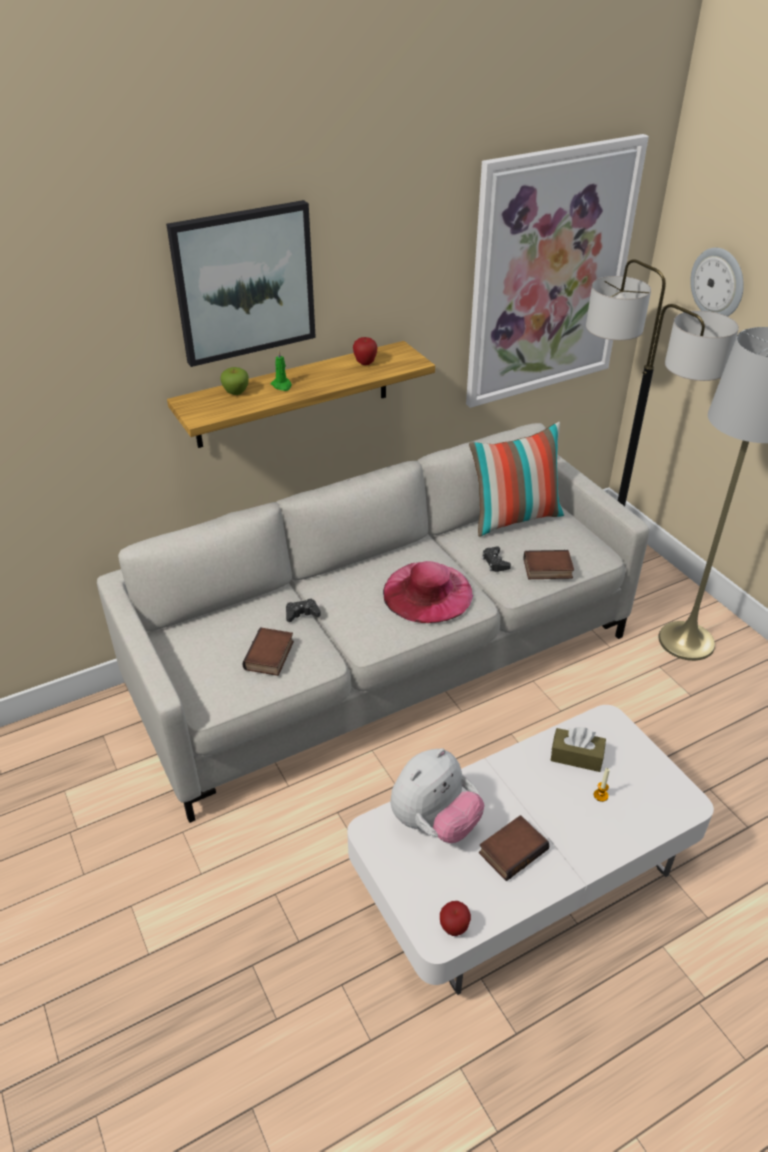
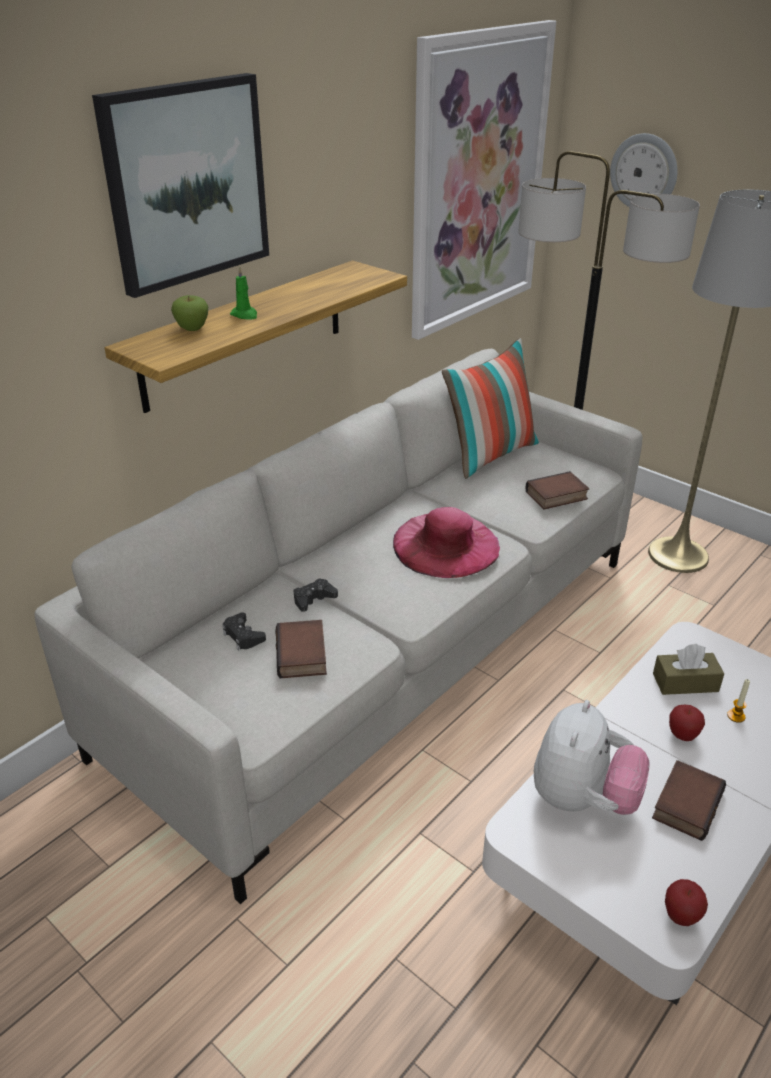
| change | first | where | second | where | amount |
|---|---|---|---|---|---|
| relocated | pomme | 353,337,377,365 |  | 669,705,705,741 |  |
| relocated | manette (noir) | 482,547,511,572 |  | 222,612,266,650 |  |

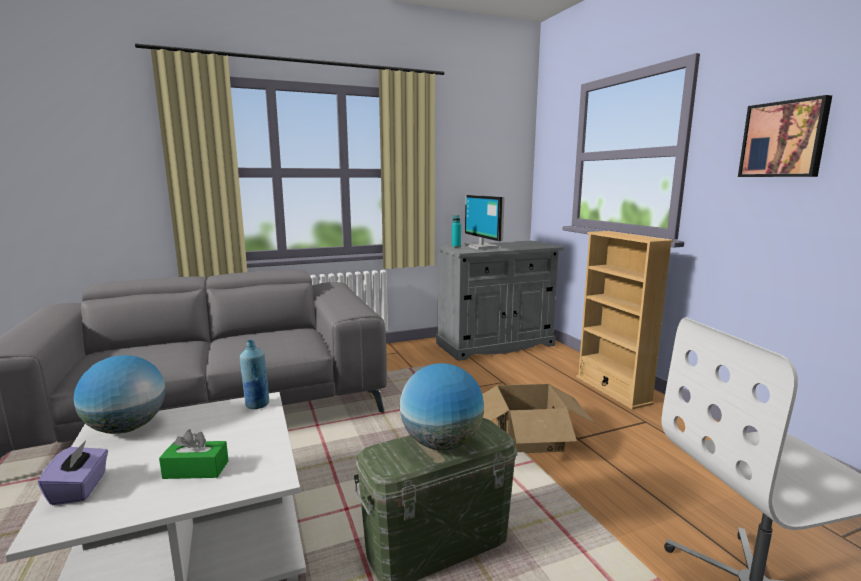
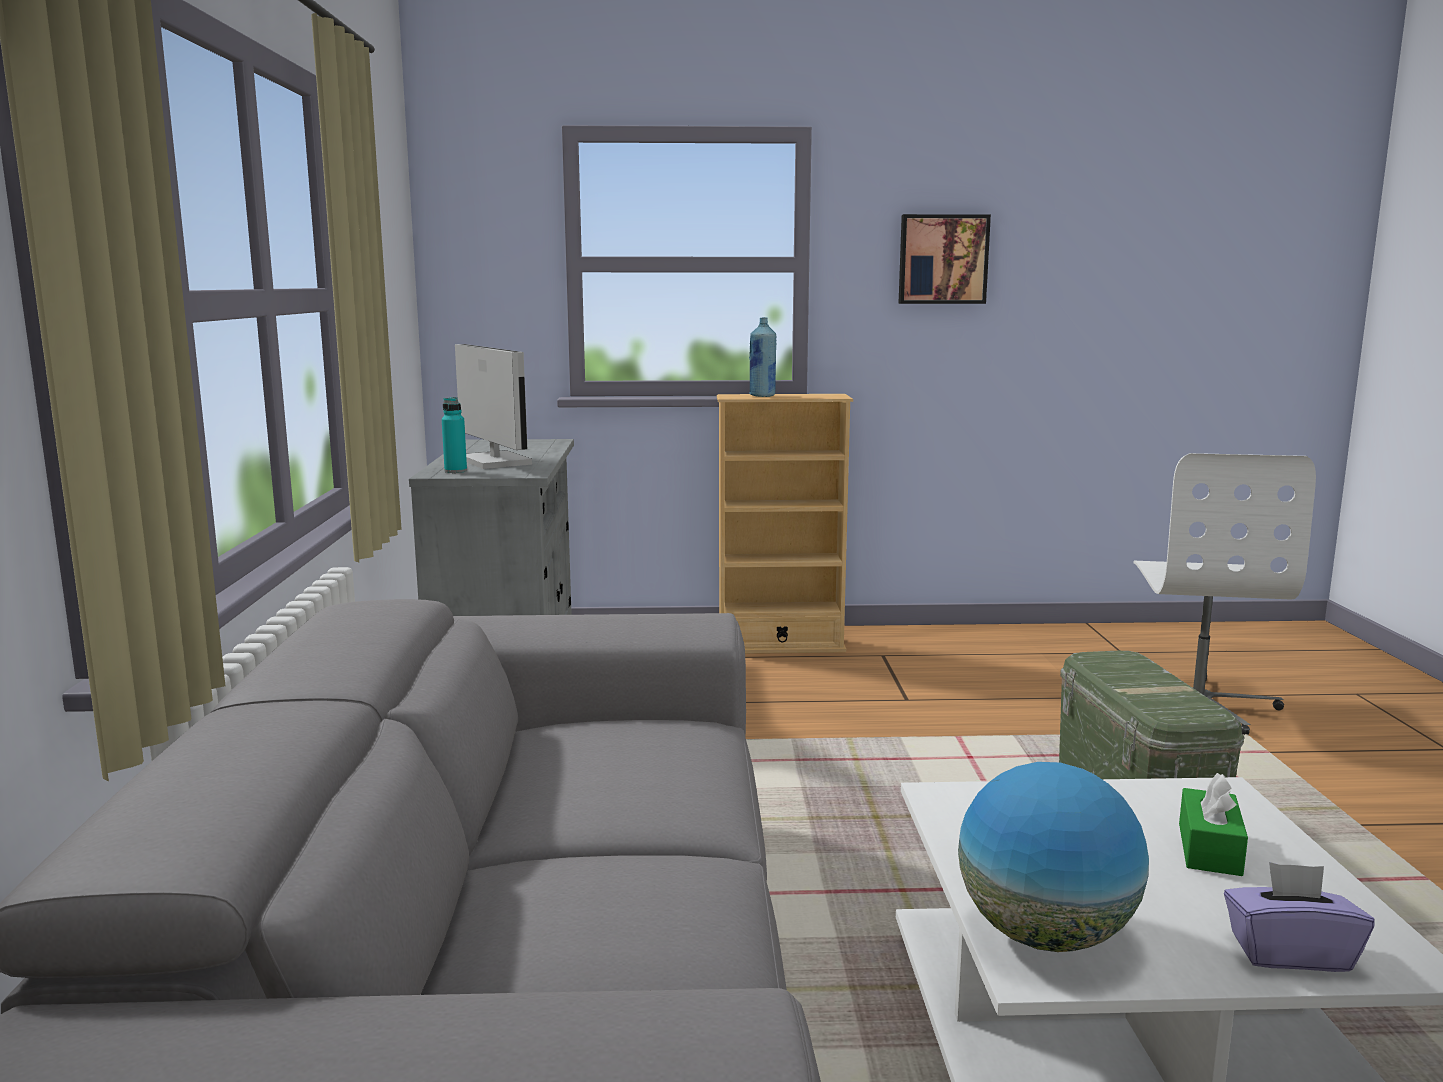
| change | first | where | second | where | amount |
|---|---|---|---|---|---|
| spun | écran d'ordinateur | 465,195,505,250 |  | 455,344,532,469 | 120 degrees counterclockwise |
| relocated | bouteille (bleu) | 240,340,269,409 |  | 749,317,776,397 |  |
| missing | globe | 400,363,484,450 |  |  |  |
| missing | carton | 482,384,594,453 |  |  |  |

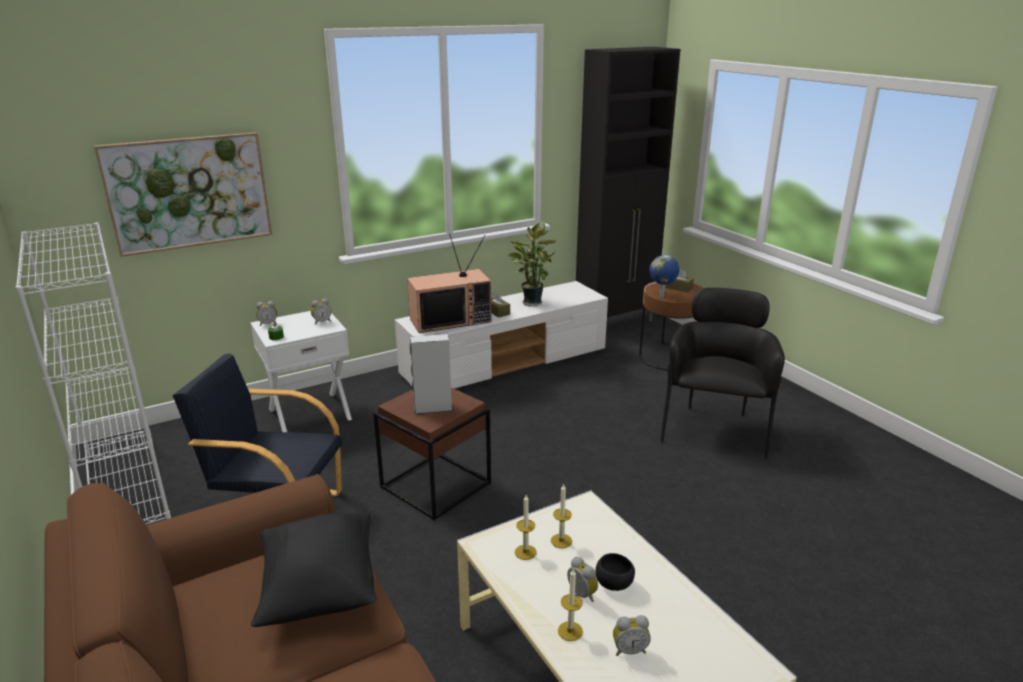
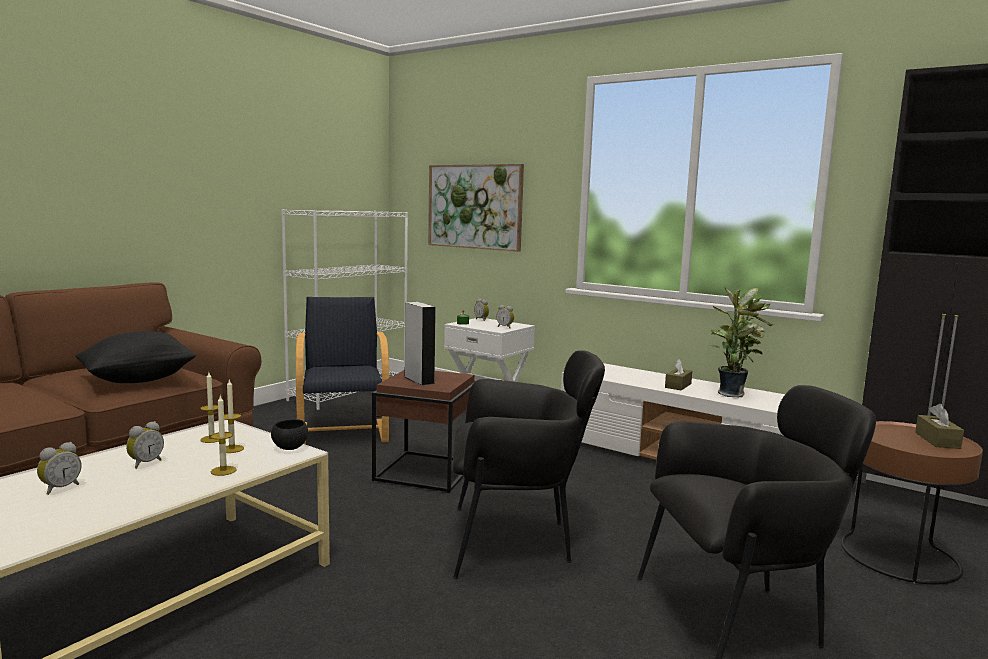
| change | first | where | second | where | amount |
|---|---|---|---|---|---|
| missing | téléviseur | 407,234,492,333 |  |  |  |
| missing | globe | 650,255,679,297 |  |  |  |
| relocated | bol (noir) | 595,553,635,591 |  | 271,419,308,450 |  |
| relocated | bougie | 558,568,583,641 |  | 210,395,237,476 |  |
| spun | réveil | 613,615,651,656 |  | 37,442,82,495 | 120 degrees counterclockwise |
| appeared |  |  | fauteuil (noir) | 453,350,605,579 |  |

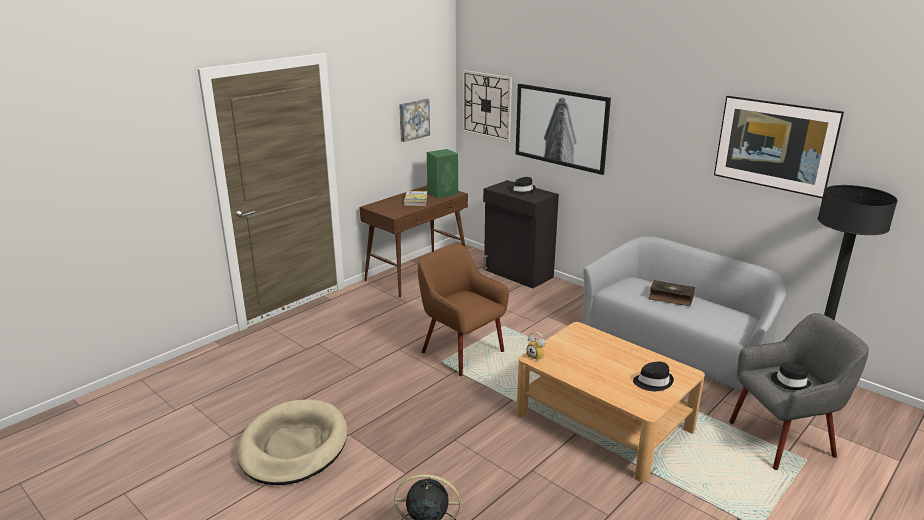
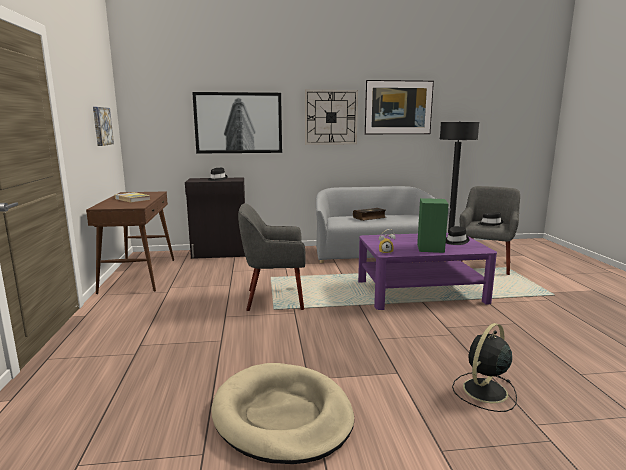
| change | first | where | second | where | amount |
|---|---|---|---|---|---|
| relocated | horloge murale | 462,70,512,142 |  | 305,90,358,145 |  |
| relocated | enceinte (vert) | 427,149,458,199 |  | 417,198,449,253 |  |
| colour | fauteuil (marron) | 418,244,509,376 | fauteuil (gris) | 238,203,305,311 |  |
| colour | table basse (beige) | 516,322,705,482 | table basse (violet) | 358,233,497,310 |  |

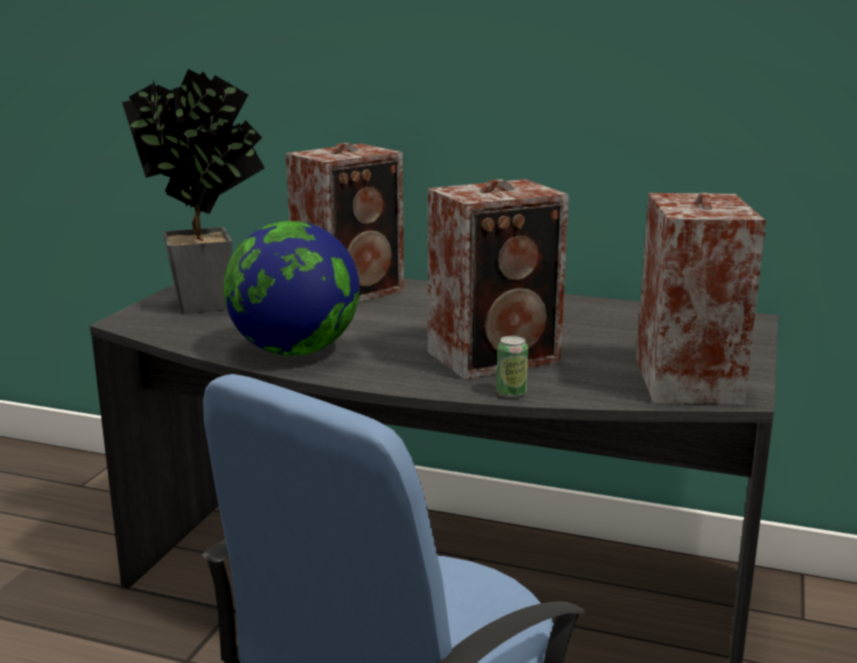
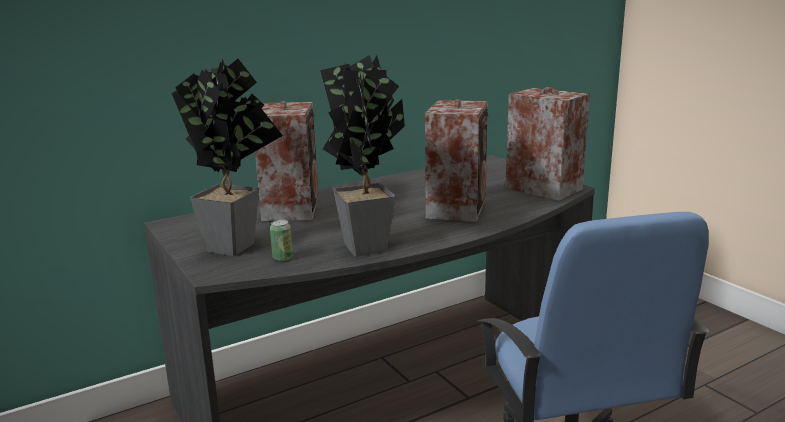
| change | first | where | second | where | amount |
|---|---|---|---|---|---|
| exchanged | globe | 224,221,359,356 | plante en pot | 320,55,405,257 |  |
| relocated | boîte métallique | 496,336,528,398 |  | 270,220,293,261 |  |

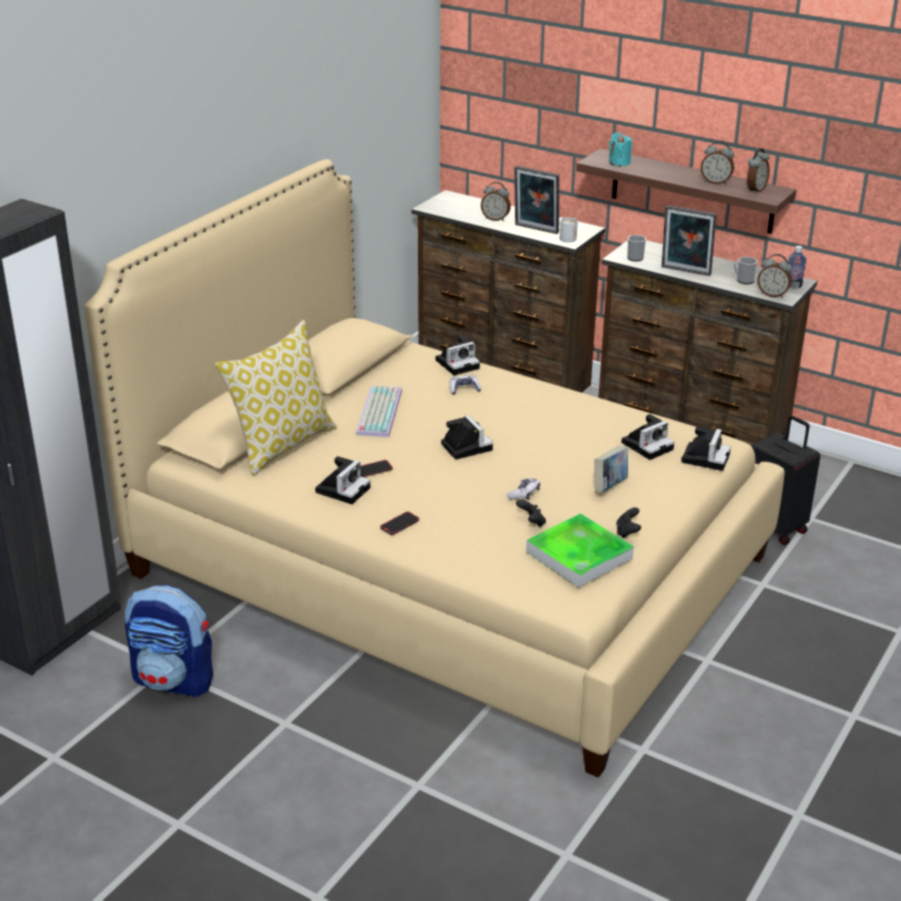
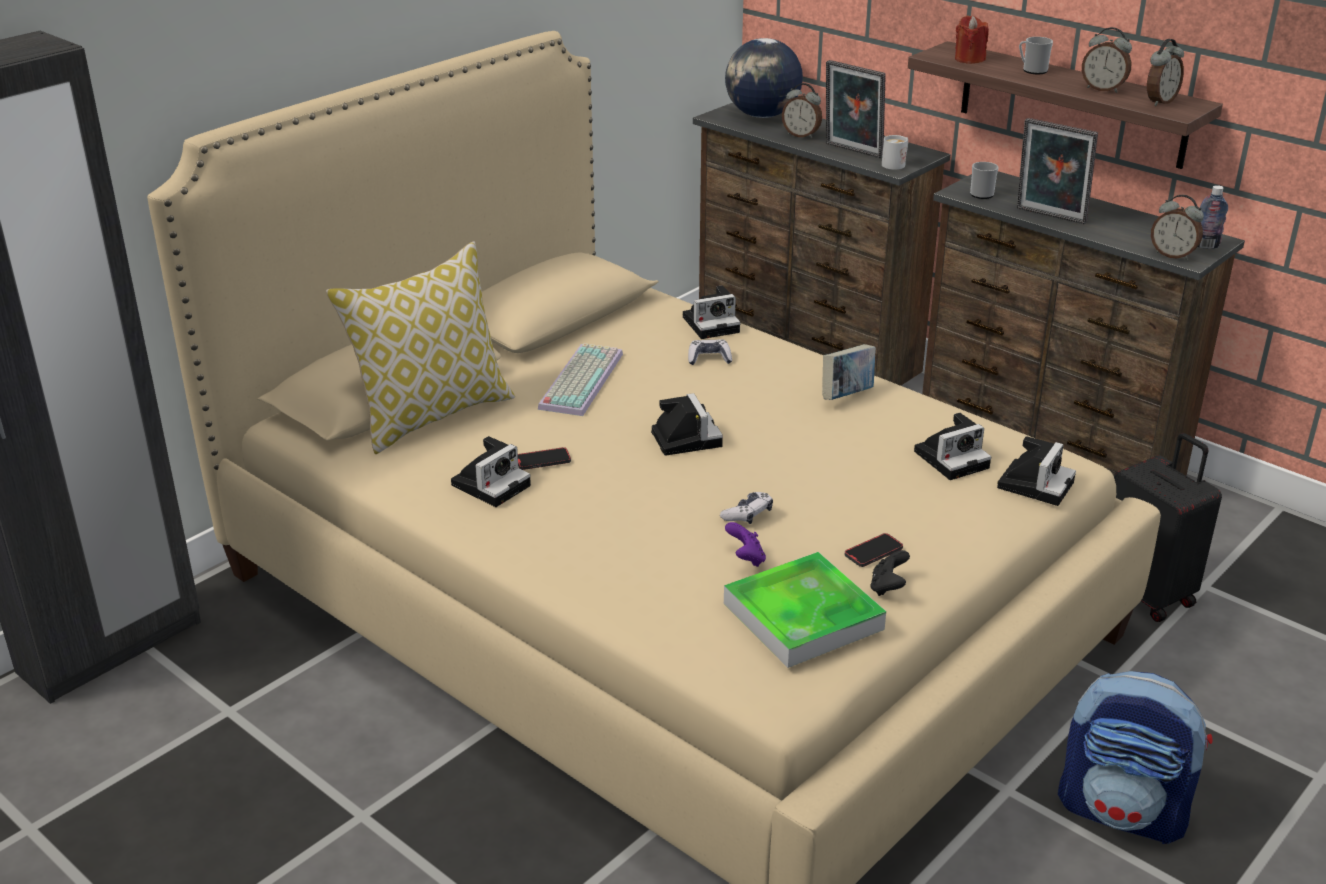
| change | first | where | second | where | amount |
|---|---|---|---|---|---|
| colour | bougie (turquoise) | 609,133,632,167 | bougie (rouge) | 955,16,989,64 |  |
| relocated | mug | 734,257,758,284 |  | 1019,37,1053,74 |  |
| relocated | livre | 594,446,628,492 |  | 822,344,876,400 |  |
| colour | manette (noir) | 516,499,546,527 | manette (violet) | 725,522,766,567 |  |
| relocated | téléphone | 380,511,419,535 |  | 845,533,903,567 |  |
| relocated | sac à dos | 125,585,213,697 |  | 1058,671,1213,844 |  |
| appeared |  |  | globe | 725,38,803,118 |  |

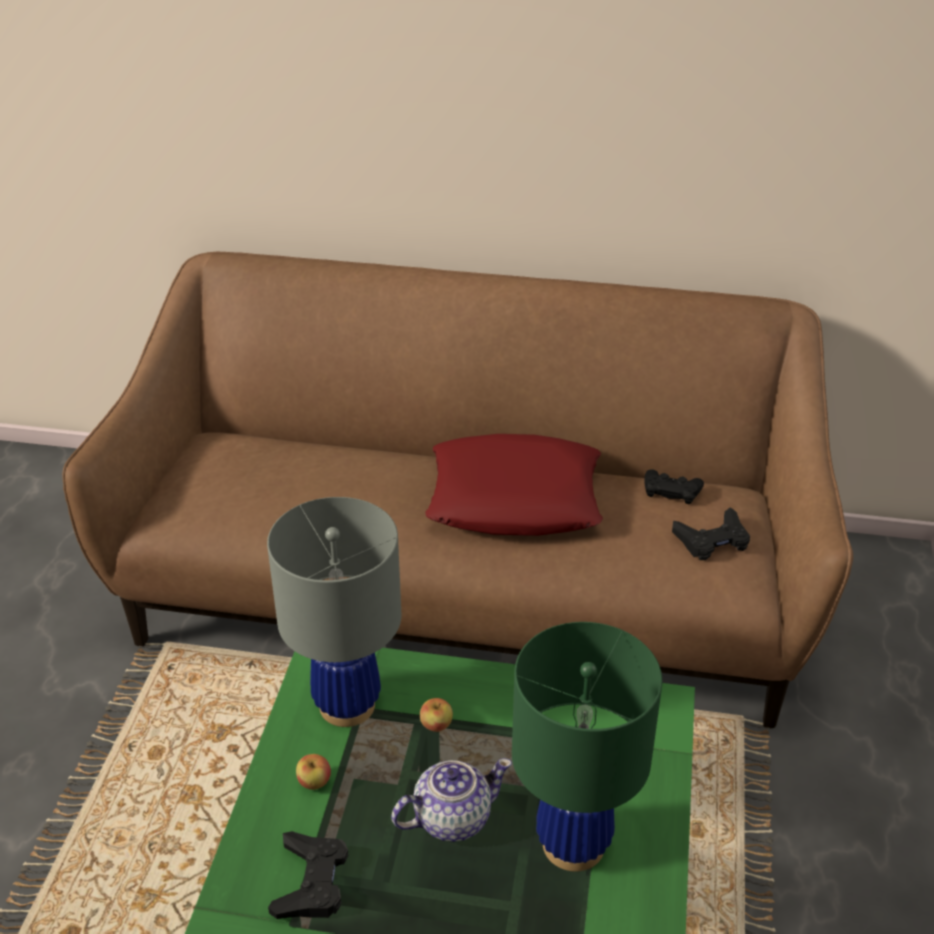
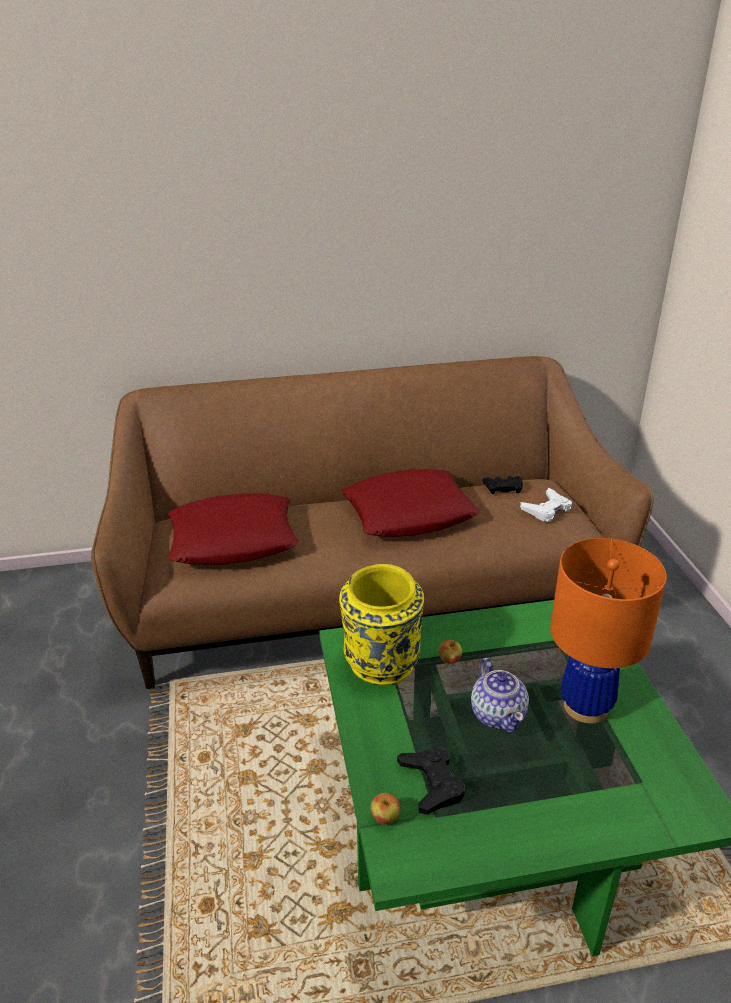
| change | first | where | second | where | amount |
|---|---|---|---|---|---|
| exchanged | lampe de table (gris) | 267,497,401,727 | vase (jaune) | 339,564,424,685 |  |
| colour | manette (noir) | 672,507,750,560 | manette (blanc) | 520,488,572,522 |  |
| colour | lampe de table (vert) | 512,622,662,872 | lampe de table (orange) | 550,538,667,724 |  |
| relocated | pomme | 296,754,331,790 |  | 370,793,400,825 |  |
| spun | théière | 391,758,512,842 |  | 471,658,529,733 | 120 degrees clockwise |
| appeared |  |  | coussin (rouge) | 168,493,299,565 |  |

